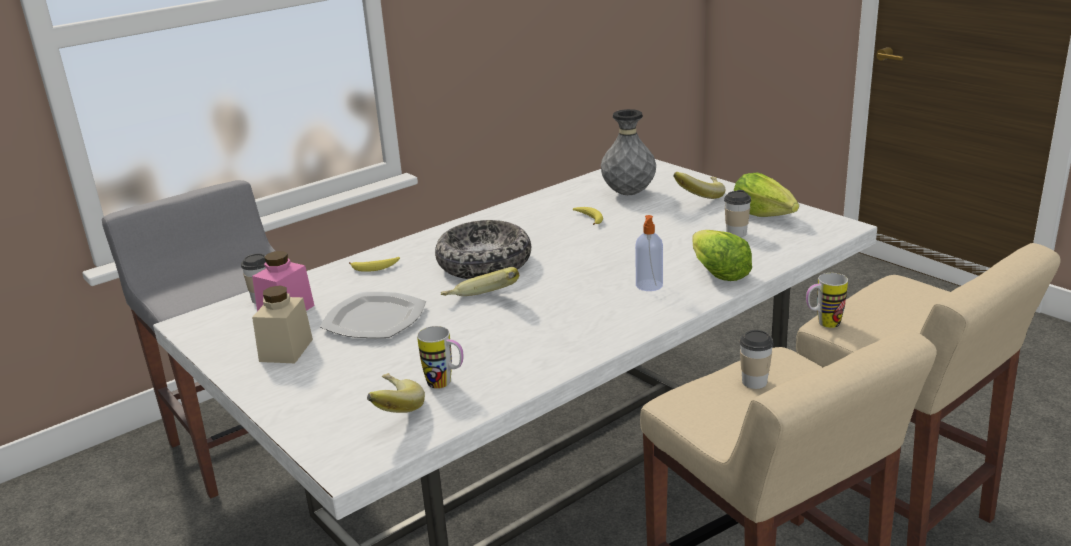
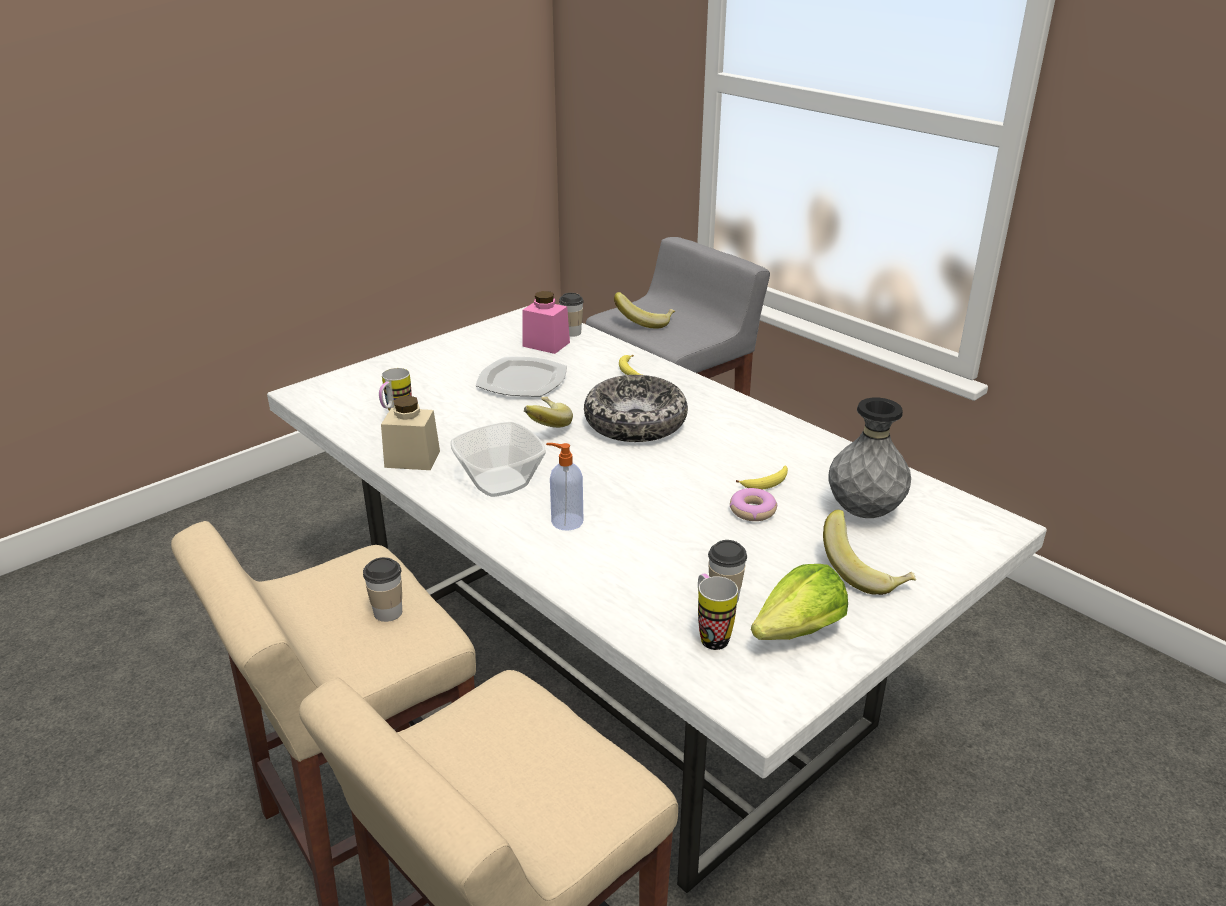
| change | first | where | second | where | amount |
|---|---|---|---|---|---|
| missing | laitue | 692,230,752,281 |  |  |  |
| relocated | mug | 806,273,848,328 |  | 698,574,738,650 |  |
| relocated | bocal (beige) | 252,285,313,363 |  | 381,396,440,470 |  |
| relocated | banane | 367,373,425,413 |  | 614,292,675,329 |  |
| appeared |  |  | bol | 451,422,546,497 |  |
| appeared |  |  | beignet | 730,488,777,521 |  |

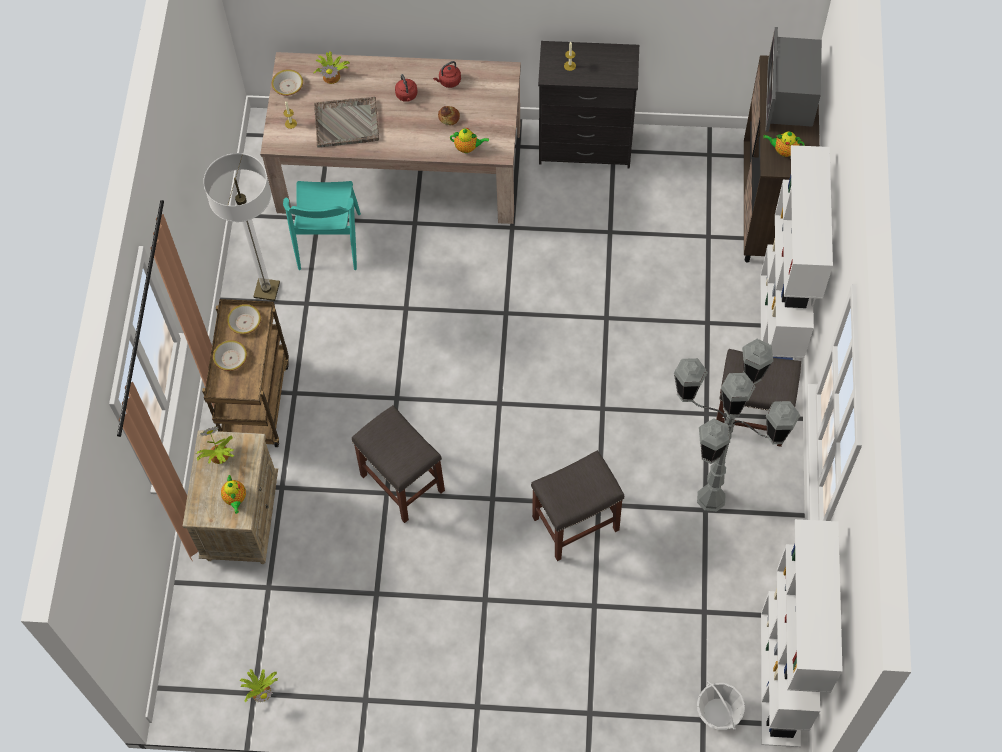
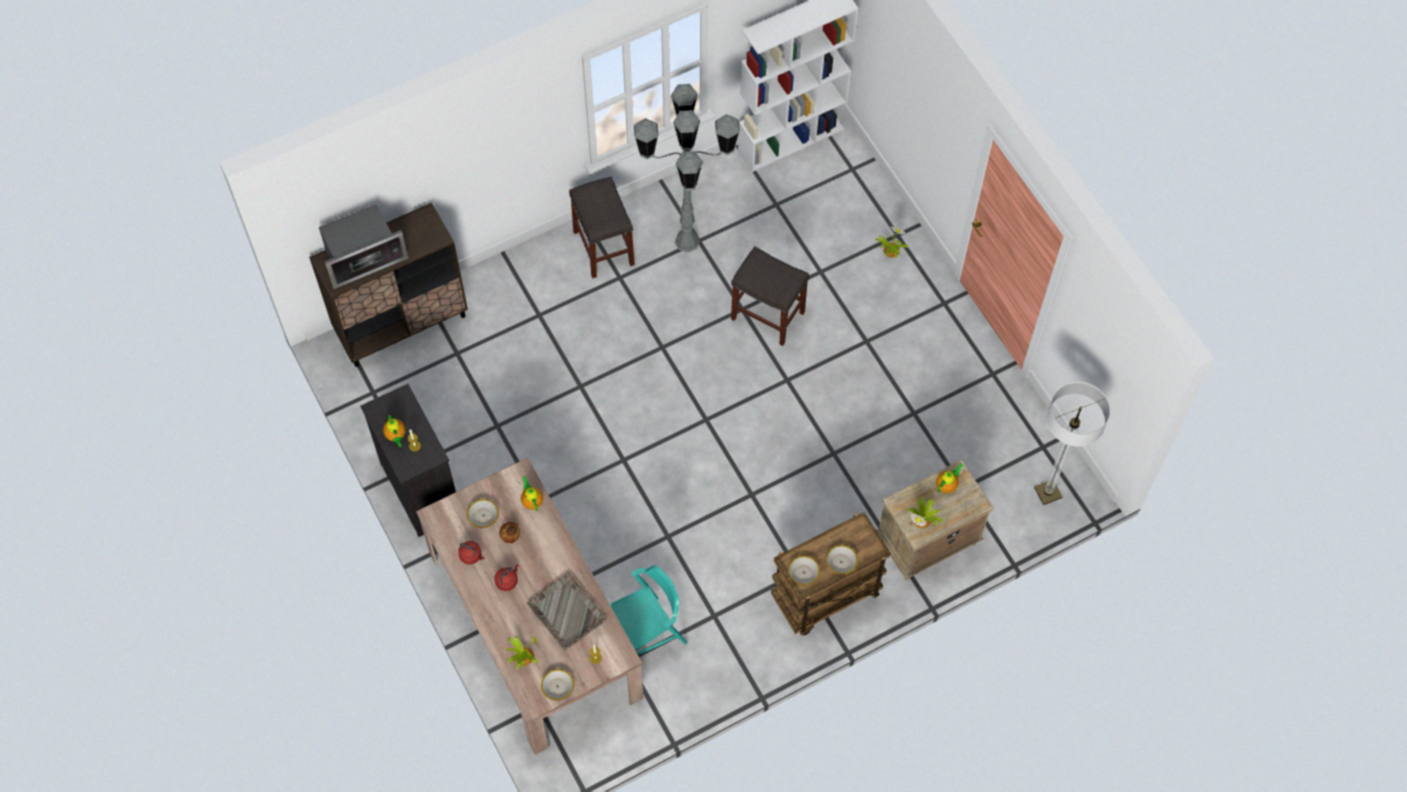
| change | first | where | second | where | amount |
|---|---|---|---|---|---|
| relocated | théière | 763,131,804,157 |  | 383,415,405,447 |  |
| missing | bibliothèque (blanc) | 761,145,833,361 |  |  |  |
| relocated | lampadaire | 203,153,280,301 |  | 1034,382,1110,505 |  |
| missing | tabouret (gris) | 352,405,445,523 |  |  |  |
| relocated | plante en pot | 240,669,278,703 |  | 875,226,908,258 |  |
| missing | panier | 697,681,745,730 |  |  |  |
| appeared |  |  | bol | 467,499,499,528 |  |

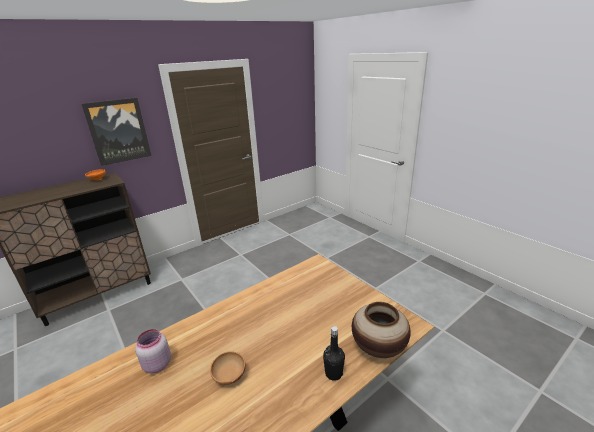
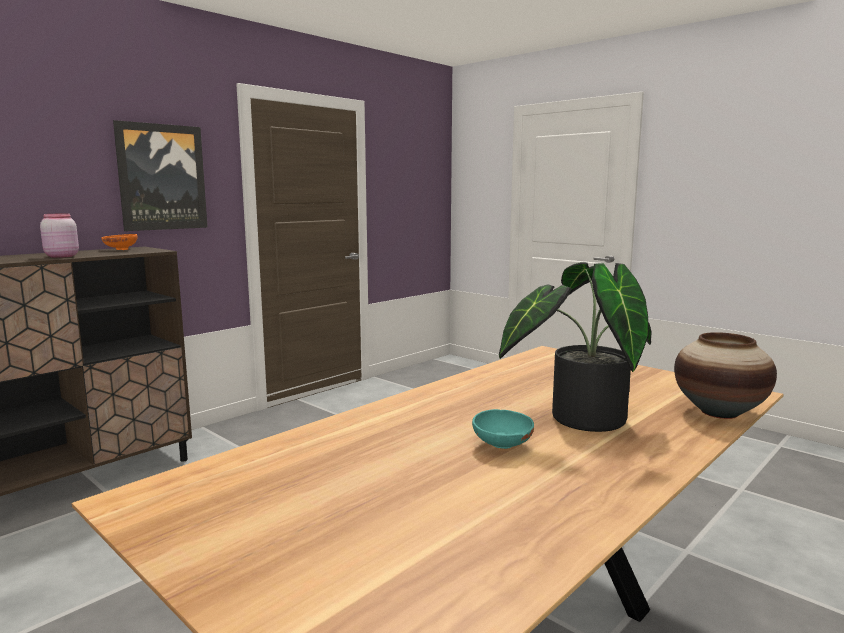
| change | first | where | second | where | amount |
|---|---|---|---|---|---|
| missing | bouteille (noir) | 323,326,345,381 |  |  |  |
| relocated | bocal (rose) | 135,329,171,374 |  | 40,214,79,258 |  |
| colour | bol (marron) | 210,351,246,385 | bol (turquoise) | 472,409,534,449 |  |
| appeared |  |  | plante en pot | 499,262,652,432 |  |

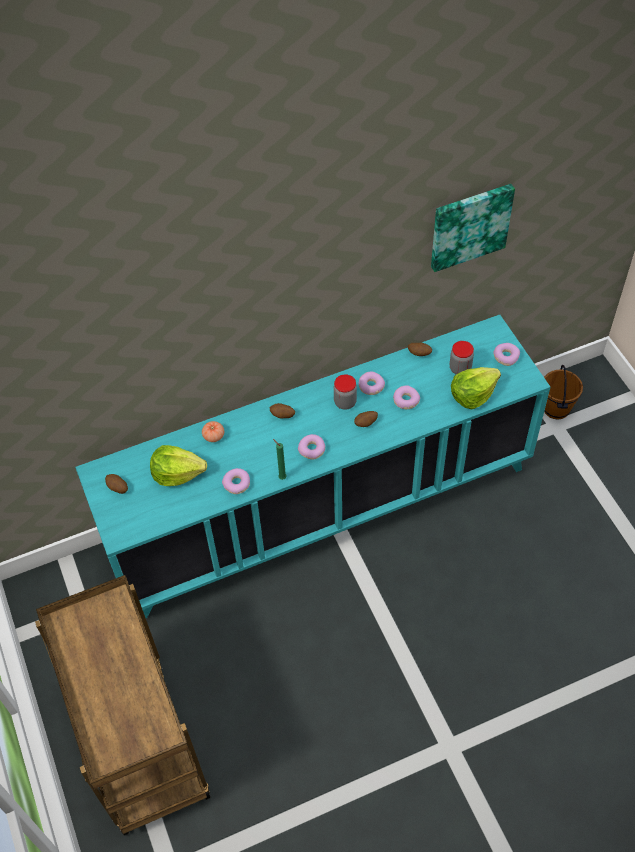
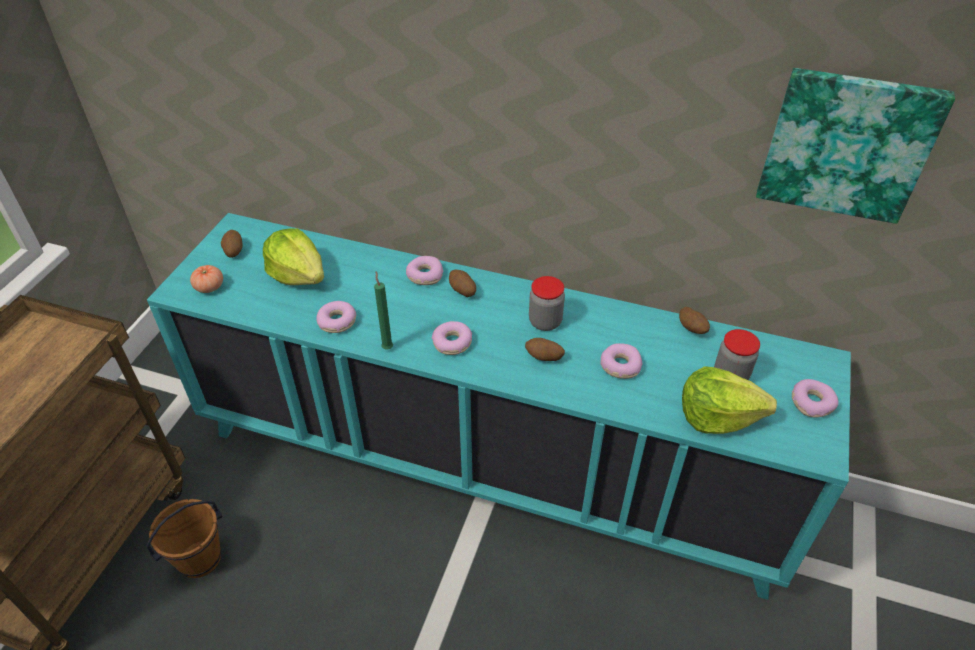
| change | first | where | second | where | amount |
|---|---|---|---|---|---|
| relocated | seau (marron) | 544,365,583,419 |  | 146,499,222,578 |  |
| relocated | beignet | 358,371,385,395 |  | 406,256,443,285 |  |
| relocated | tomate | 202,421,224,442 |  | 190,265,223,293 |  |

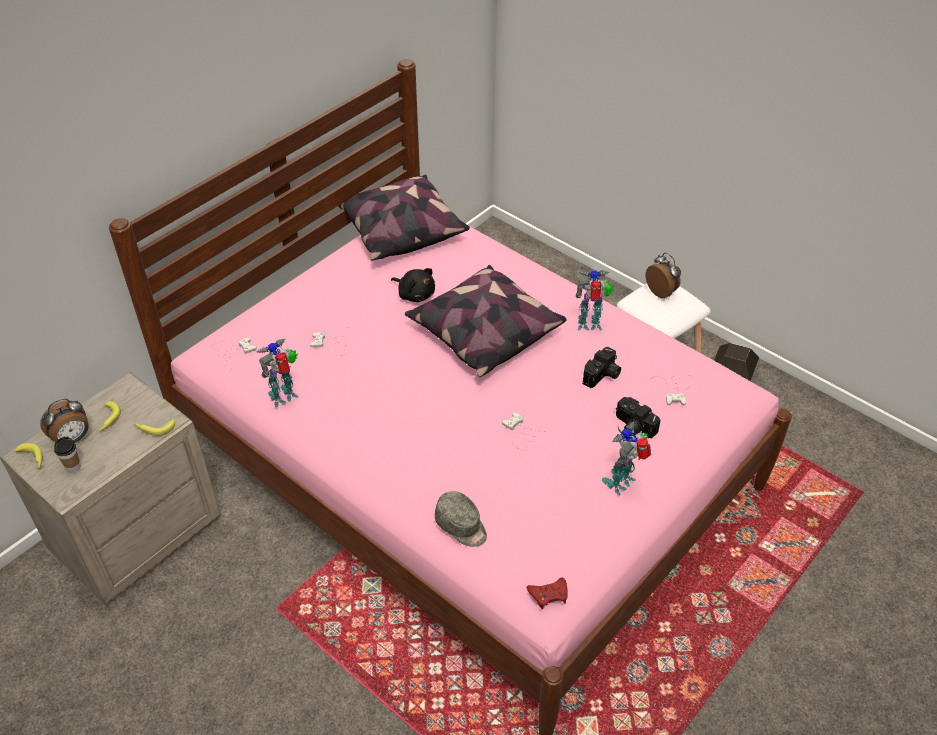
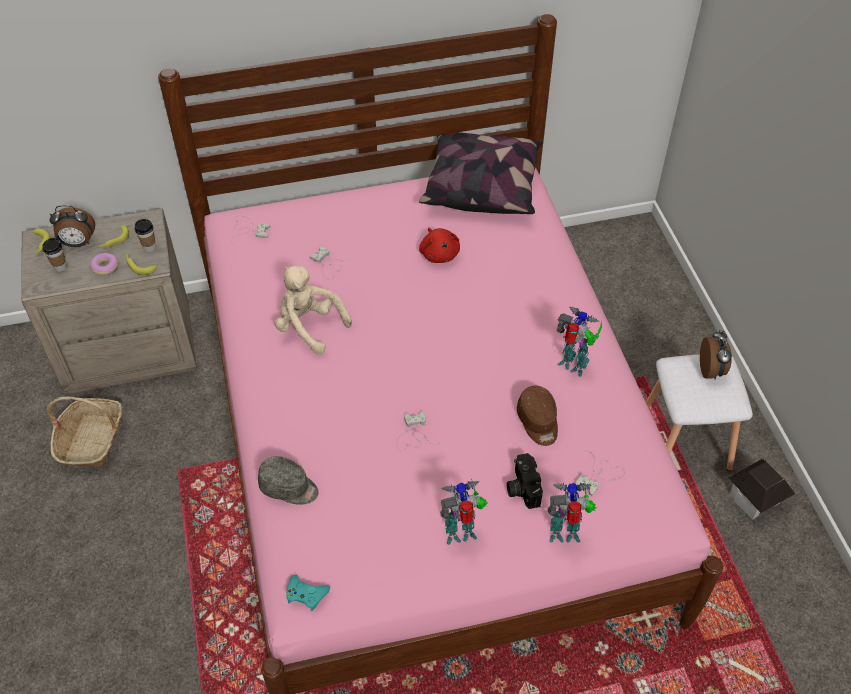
| change | first | where | second | where | amount |
|---|---|---|---|---|---|
| missing | coussin | 405,265,567,377 |  |  |  |
| colour | peluche (noir) | 391,268,435,302 | peluche (rouge) | 419,228,460,263 |  |
| relocated | robot jouet | 257,339,299,408 |  | 548,482,597,543 |  |
| exchanged | appareil photo | 583,347,621,388 | casquette (marron) | 517,386,558,446 |  |
| spun | casquette (gris) | 435,491,487,547 |  | 258,456,319,505 | 60 degrees counterclockwise |
| colour | manette (rouge) | 526,577,568,609 | manette (turquoise) | 286,575,330,611 |  |
| appeared |  |  | tasse | 134,219,156,252 |  |
| appeared |  |  | beignet | 90,253,118,276 |  |
| appeared |  |  | peluche (beige) | 275,266,352,355 |  |
| appeared |  |  | panier | 47,397,122,468 |  |

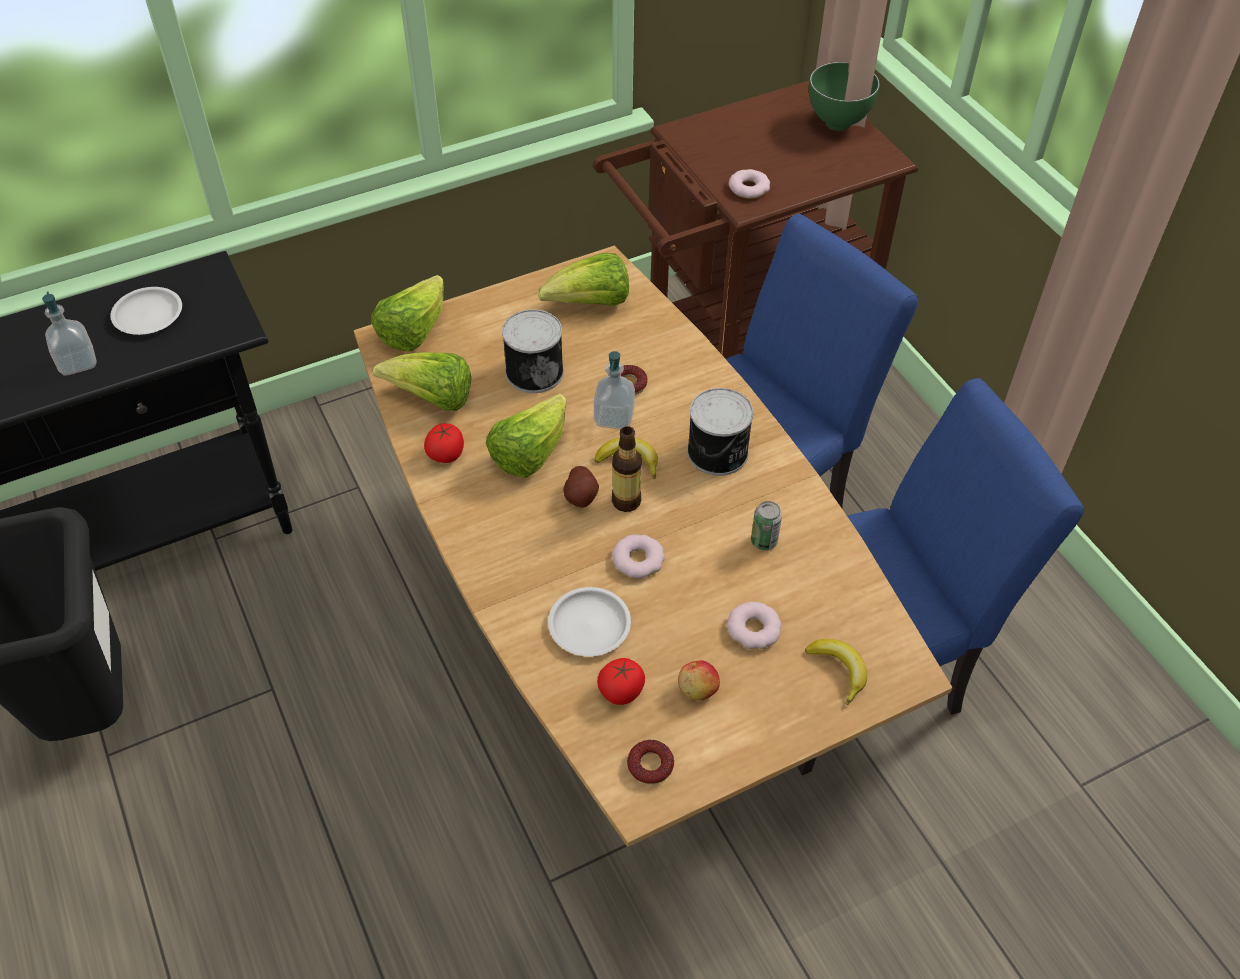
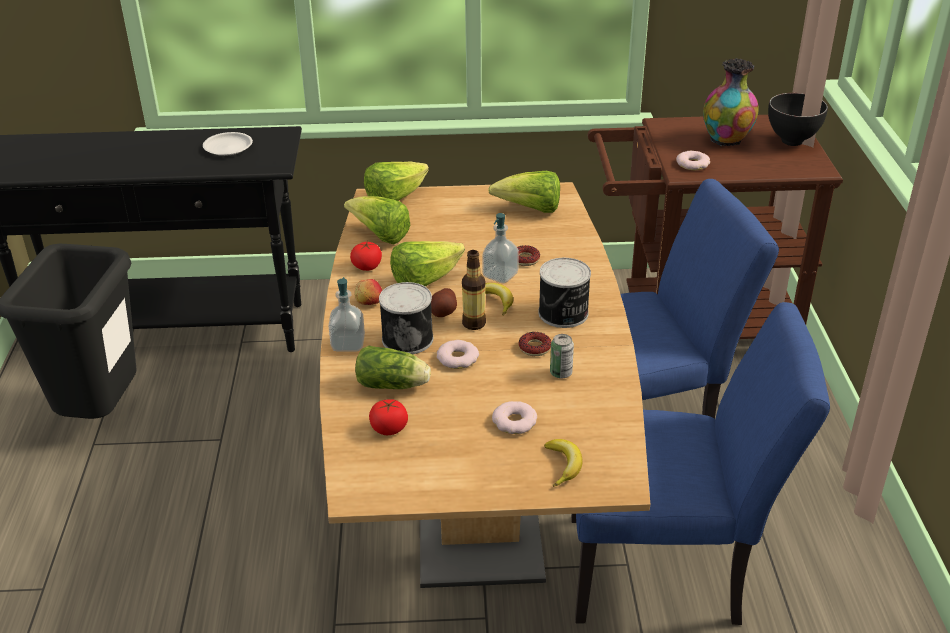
| change | first | where | second | where | amount |
|---|---|---|---|---|---|
| colour | bol (vert) | 809,62,880,131 | bol (noir) | 768,93,828,146 |  |
| relocated | distributeur de savon | 42,292,96,375 |  | 328,277,365,352 |  |
| relocated | boîte métallique | 502,309,564,393 |  | 379,282,433,354 |  |
| exchanged | assiette (blanc) | 548,587,631,657 | laitue | 355,346,431,389 |  |
| relocated | pomme | 678,660,720,700 |  | 354,279,382,305 |  |
| relocated | beignet | 627,740,674,785 |  | 519,332,551,356 |  |
| appeared |  |  | vase | 703,58,759,146 |  |

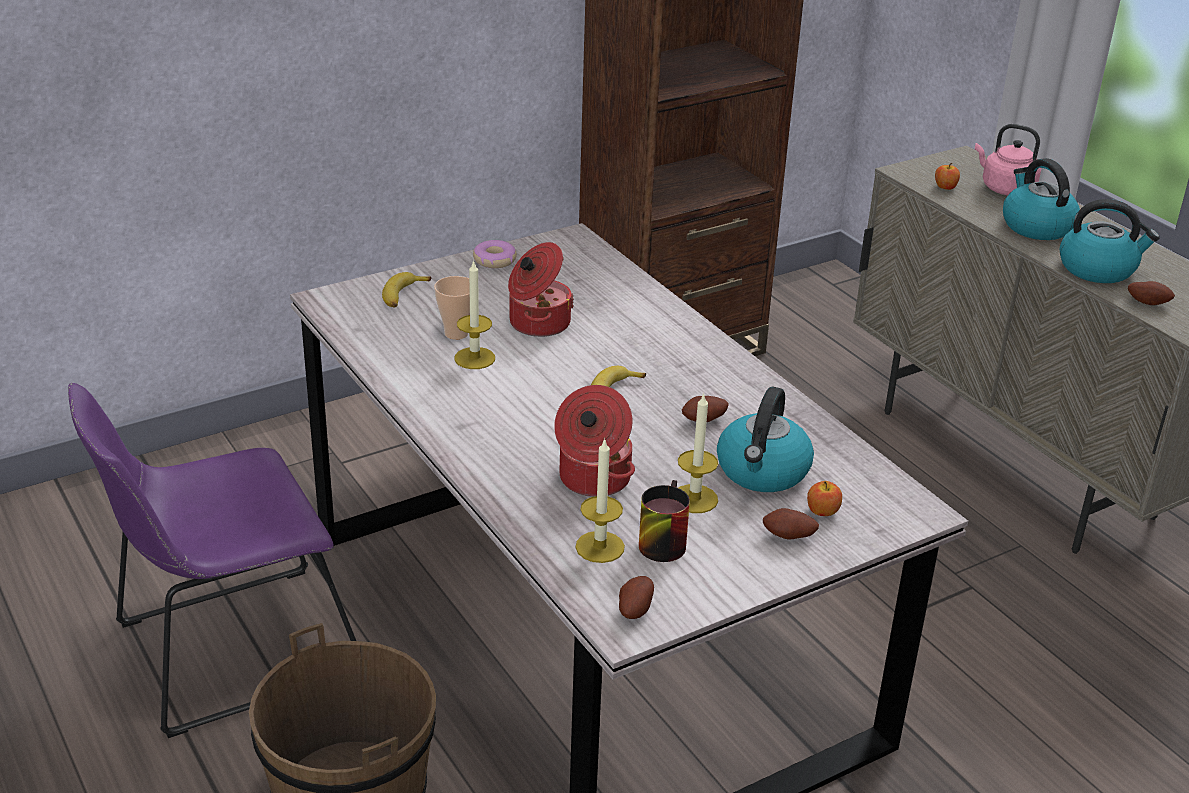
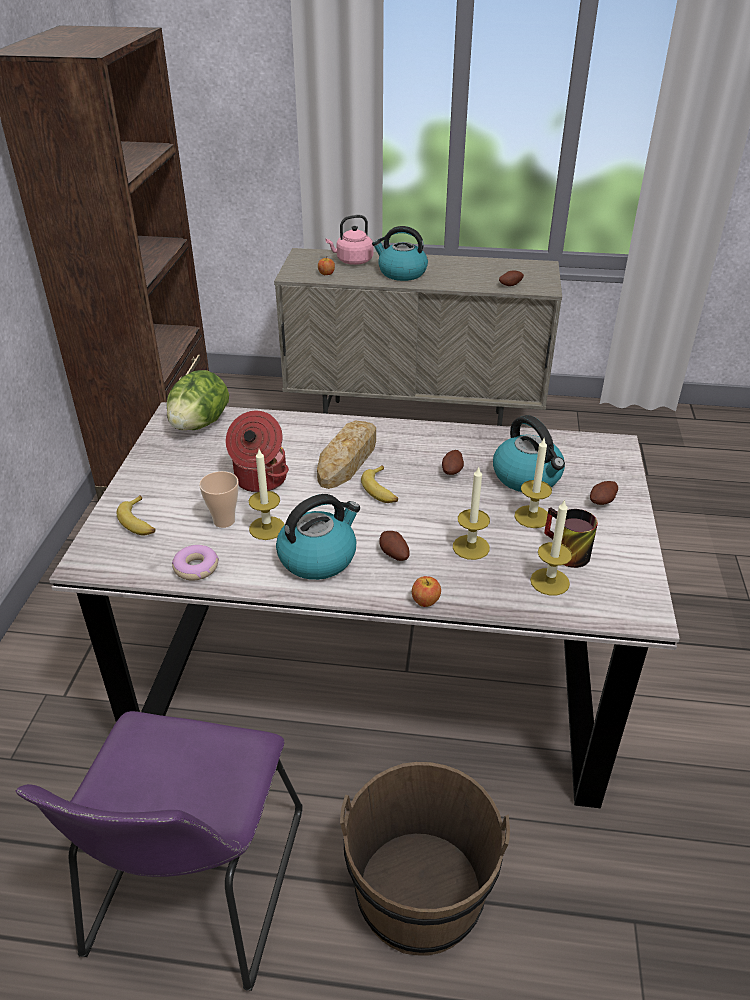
| change | first | where | second | where | amount |
|---|---|---|---|---|---|
| relocated | bouilloire | 1060,199,1160,283 |  | 276,494,360,580 |  |
| relocated | beignet | 473,240,517,268 |  | 172,545,219,581 |  |
| exchanged | marmite | 554,385,635,497 | bougie | 453,467,490,560 |  |
| relocated | pomme | 807,481,842,516 |  | 412,576,441,607 |  |
| relocated | pomme de terre | 619,576,654,619 |  | 379,531,410,561 |  |
| appeared |  |  | laitue | 167,370,229,430 |  |
| appeared |  |  | pain | 317,420,376,489 |  |

